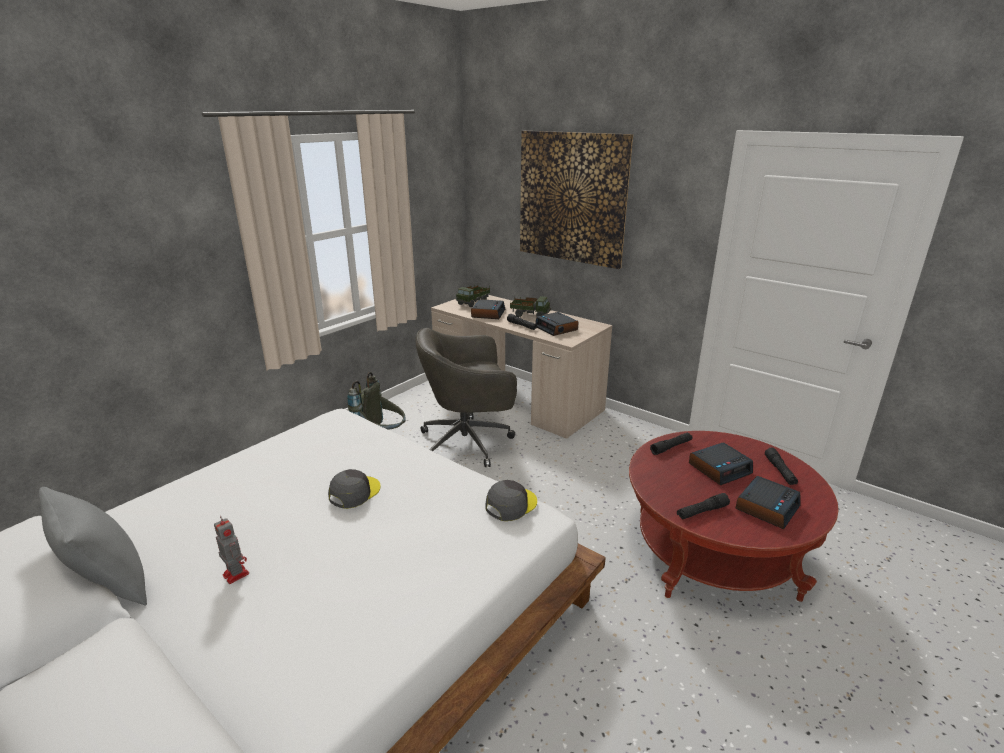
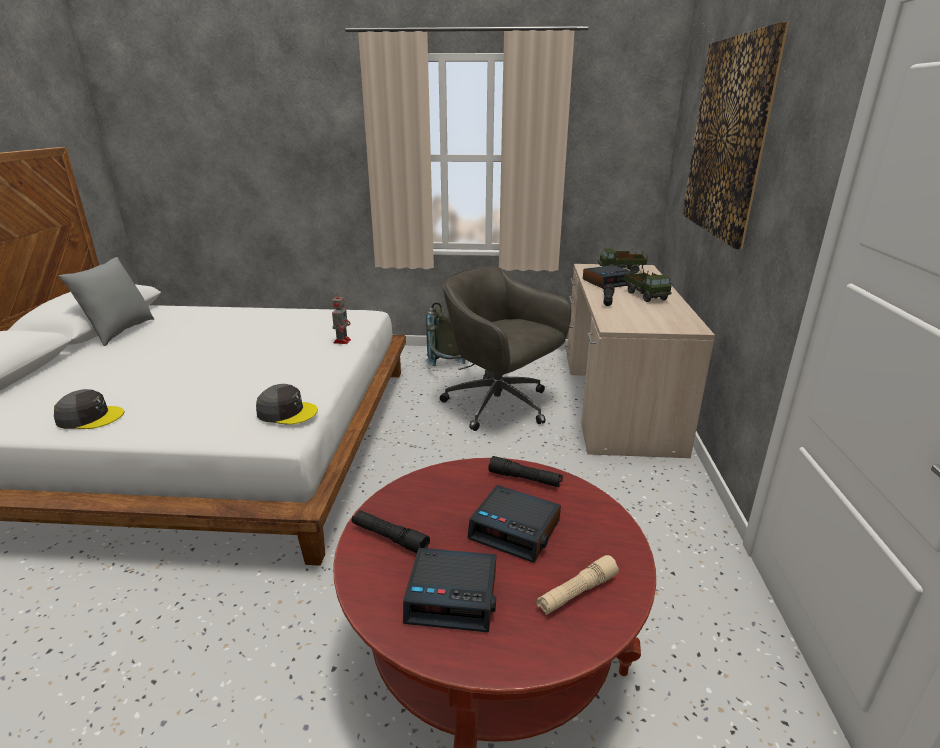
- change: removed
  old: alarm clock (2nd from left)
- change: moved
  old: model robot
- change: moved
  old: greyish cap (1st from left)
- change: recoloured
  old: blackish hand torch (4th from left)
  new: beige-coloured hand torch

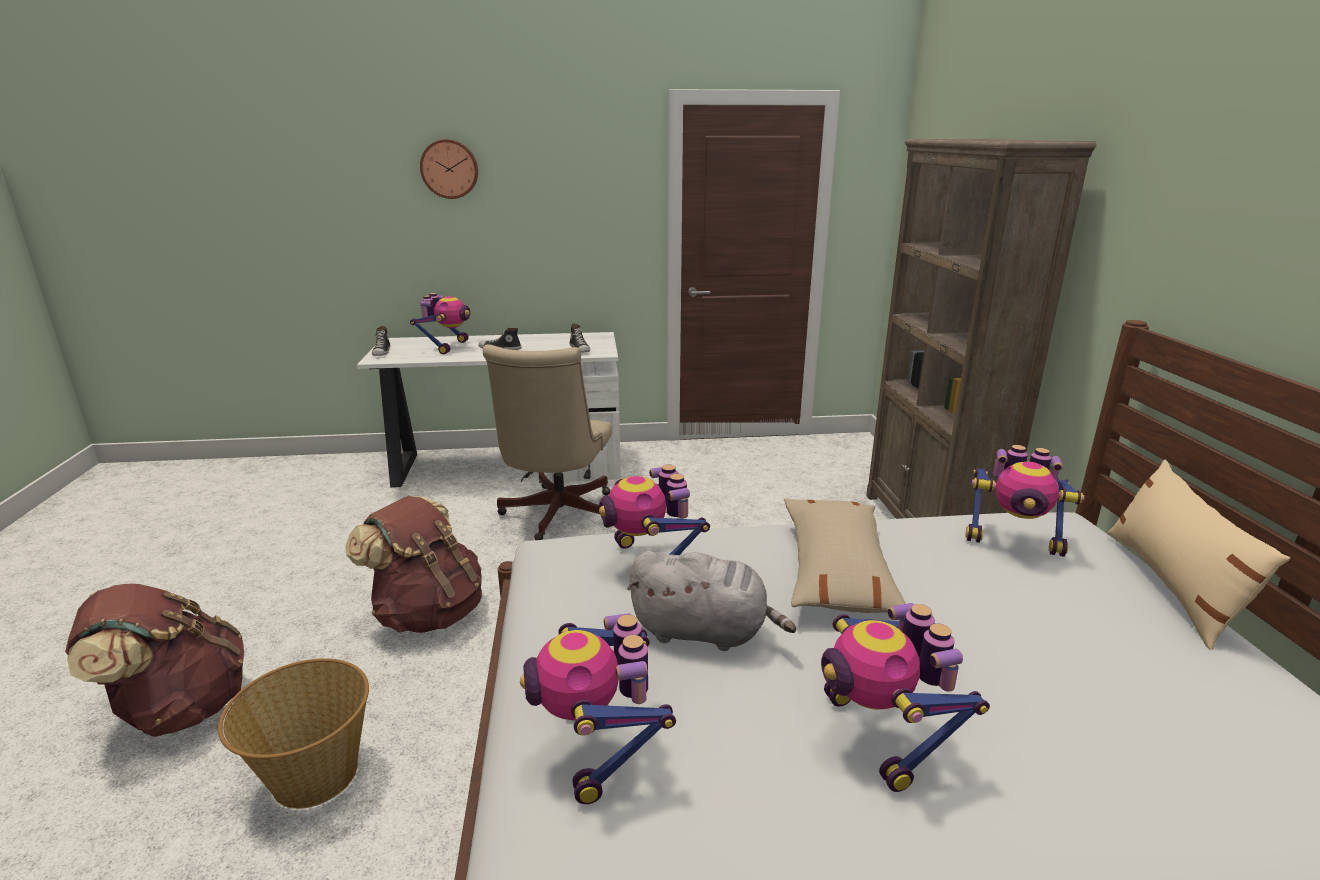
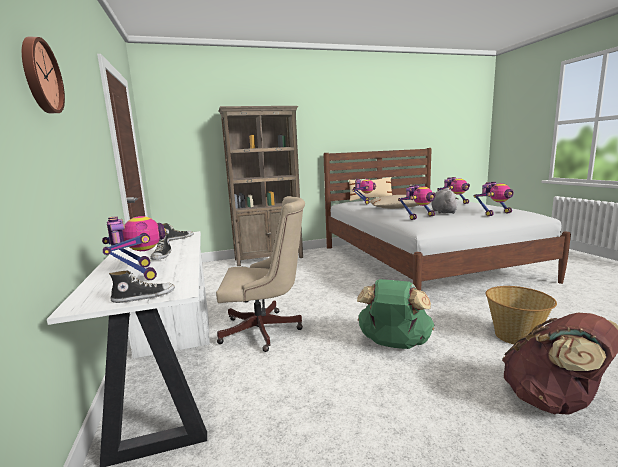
- change: recoloured
  old: brown-coloured knapsack (2nd from left)
  new: green knapsack
- change: turned
  old: model robot (1st from left)
  degrees: 60

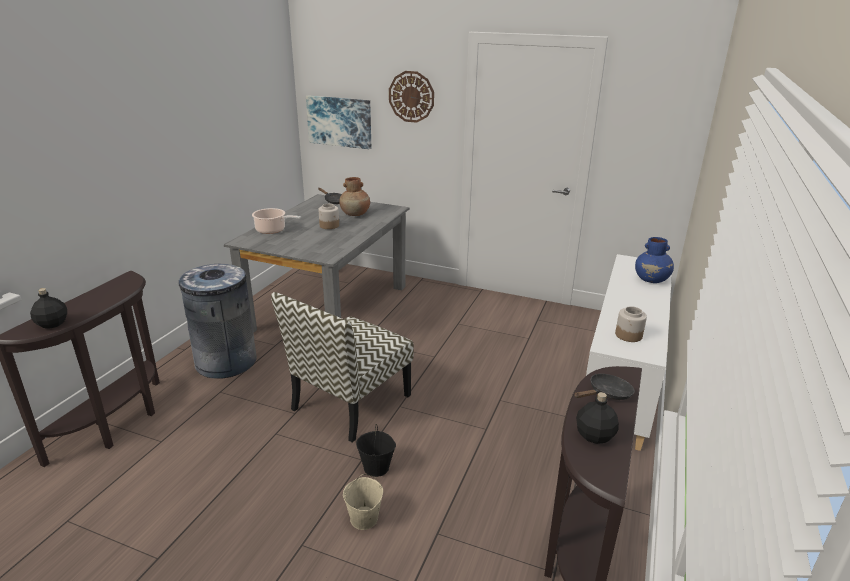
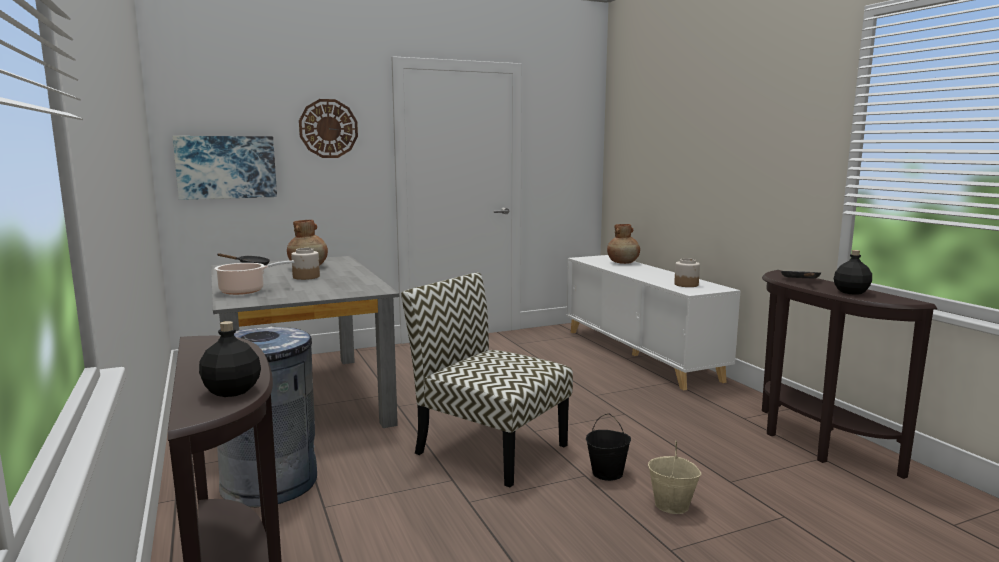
- change: recoloured
  old: blue-coloured vase
  new: brown-coloured vase (2nd from left)
- change: turned
  old: plain chair
  degrees: 135

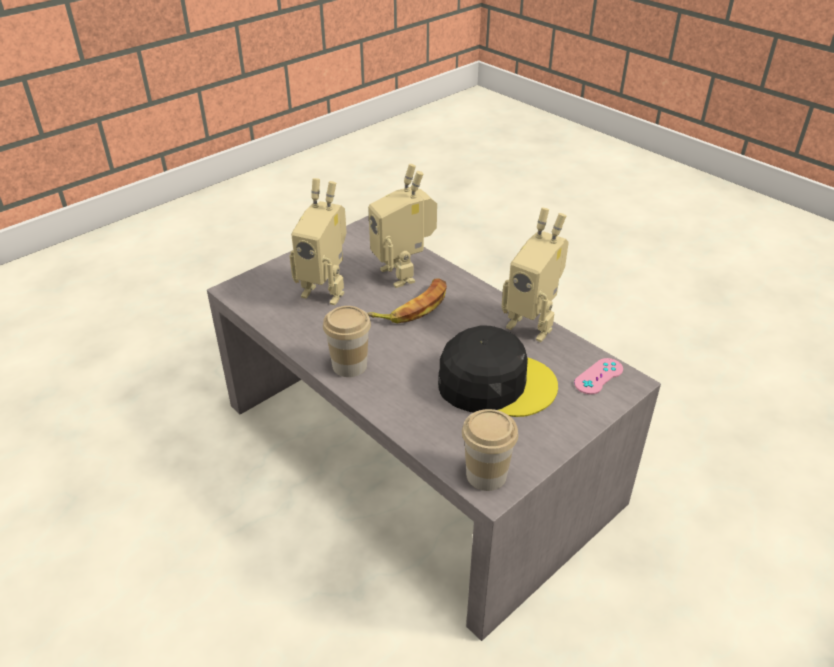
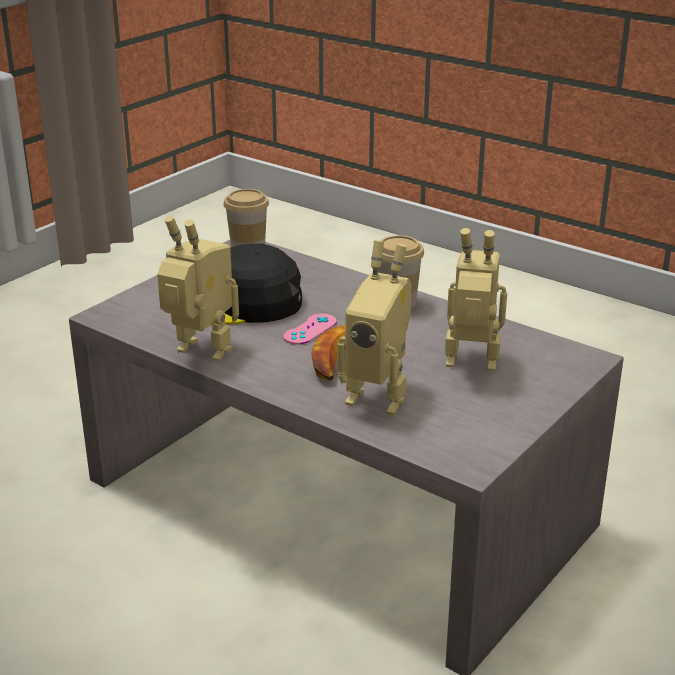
- change: moved
  old: pinkish joypad
- change: turned
  old: model robot (2nd from left)
  degrees: 150

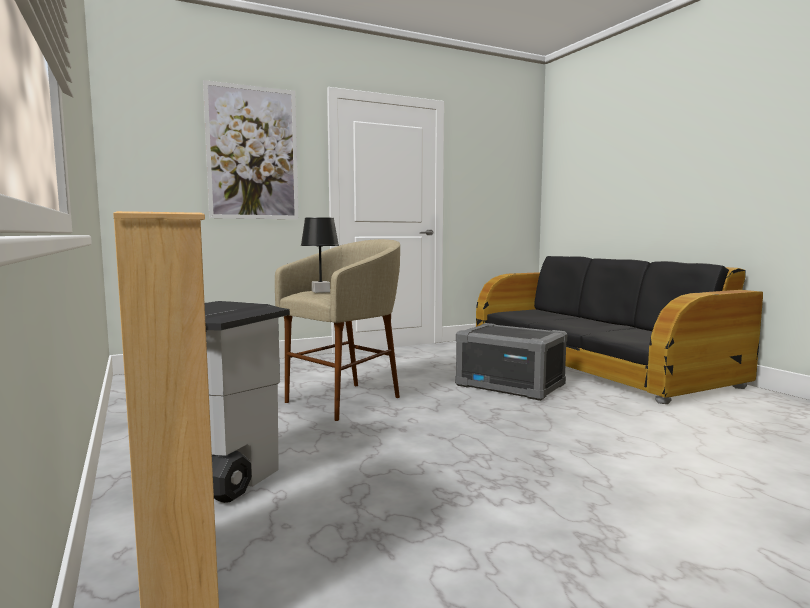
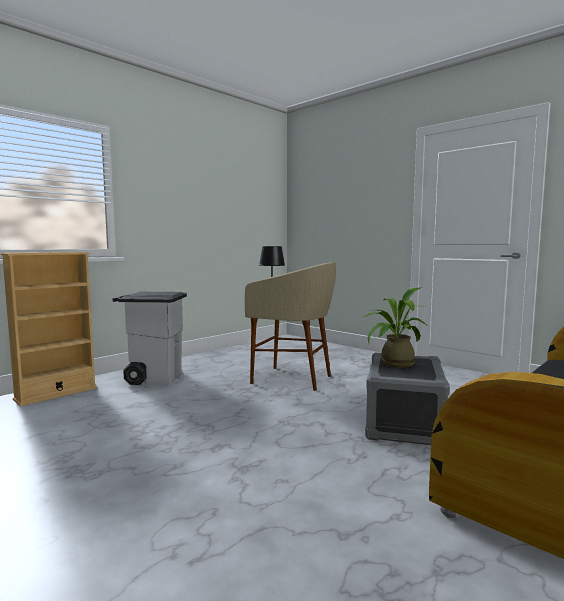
- change: removed
  old: wall picture
- change: added
  new: potted plant

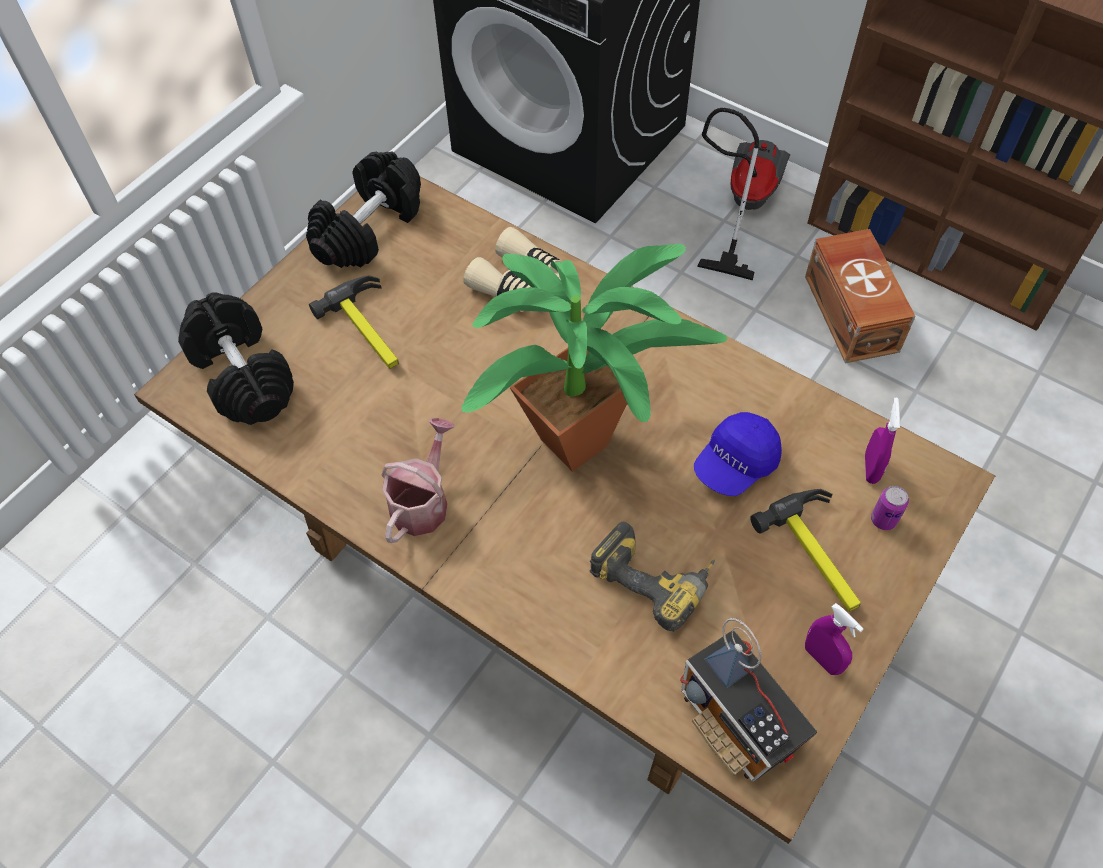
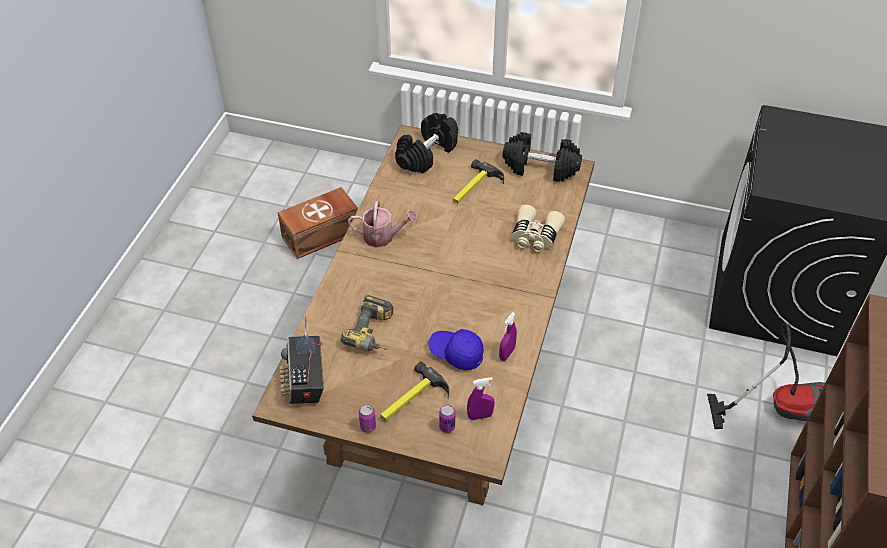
- change: removed
  old: potted plant
- change: added
  new: sealed can (1st from left)
- change: moved
  old: brown-coloured storage bin
- change: moved
  old: purplish hand sprayer (1st from left in the first image)
  new: purplish hand sprayer (2nd from left)
- change: turned
  old: radio set
  degrees: -45

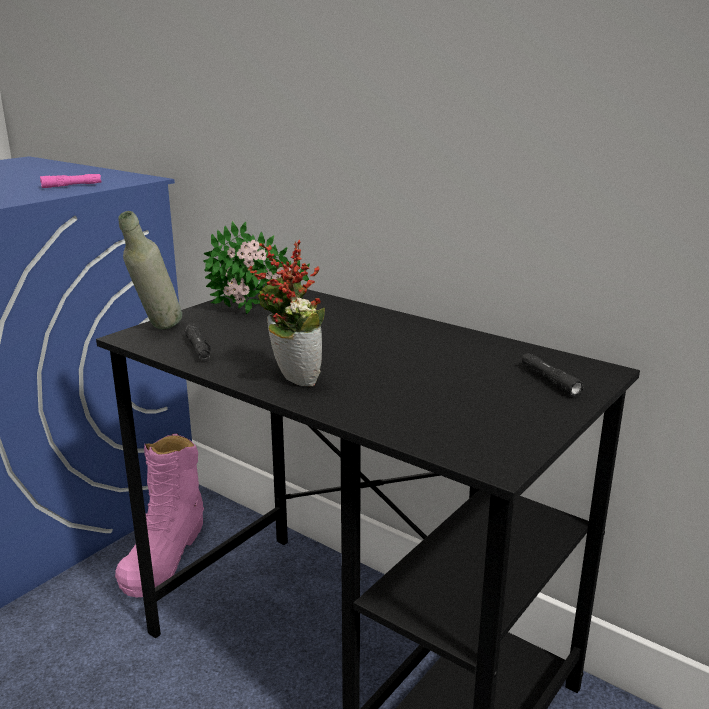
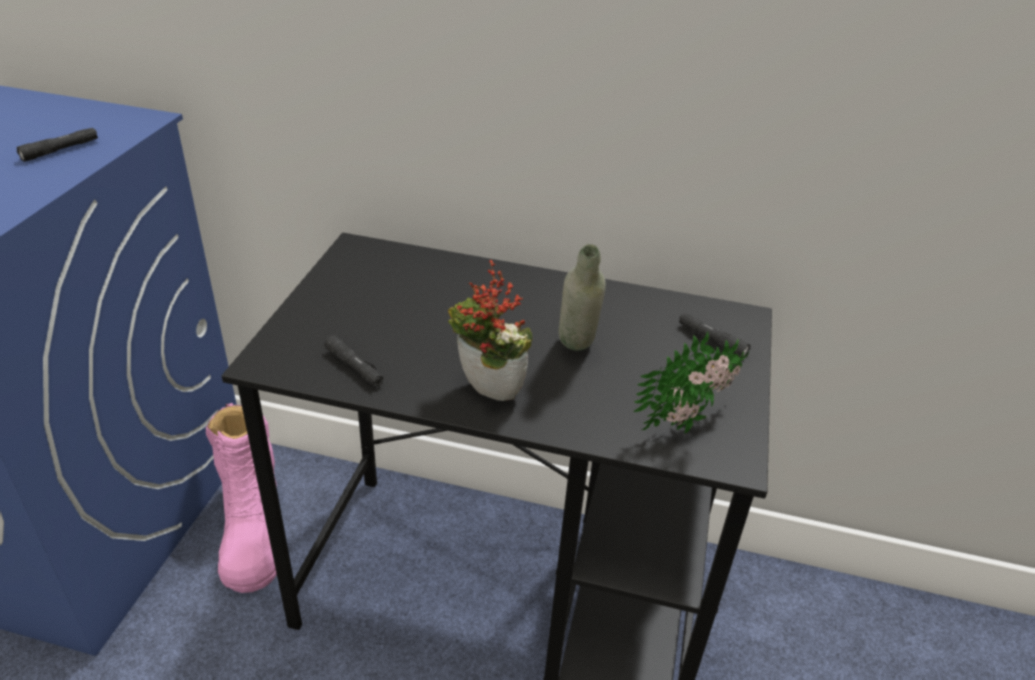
- change: moved
  old: greyish bottle
- change: moved
  old: potted plant (1st from left in the first image)
  new: potted plant (2nd from left)
- change: recoloured
  old: pinkish hand torch
  new: blackish hand torch (1st from left)

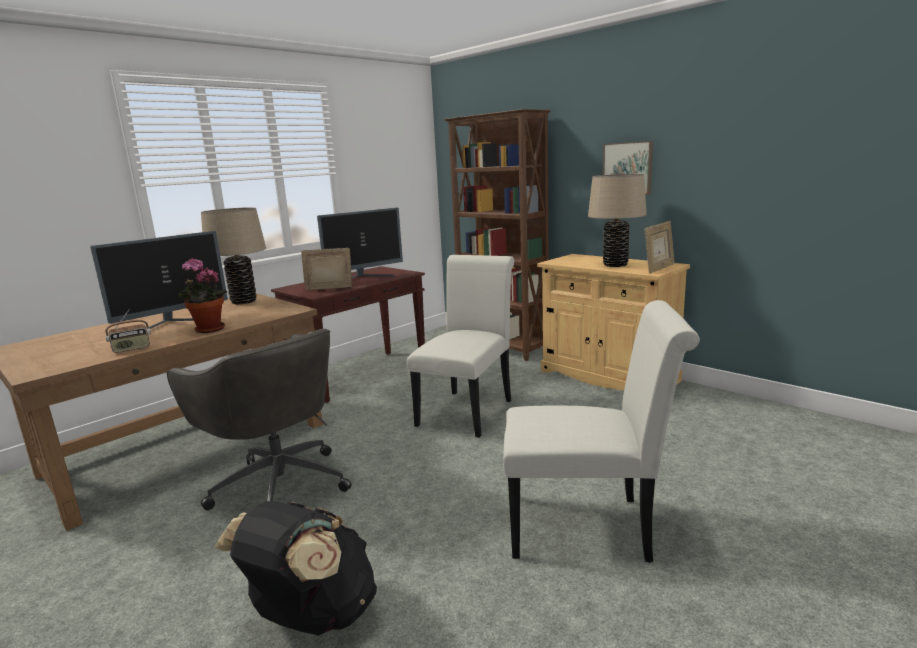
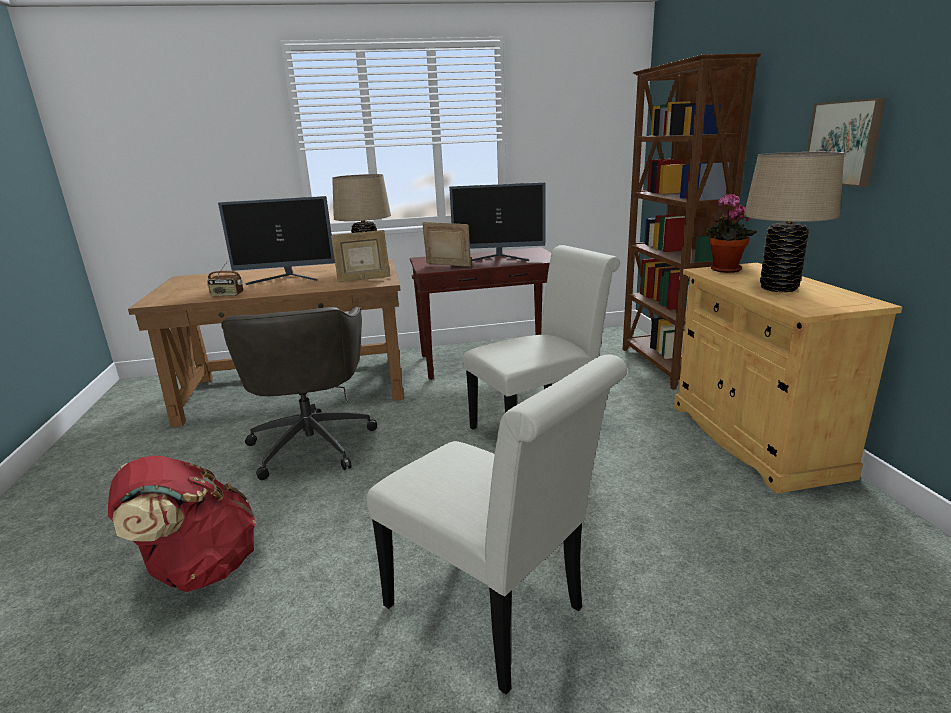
- change: moved
  old: potted plant
- change: moved
  old: photo frame (2nd from left in the first image)
  new: photo frame (1st from left)
- change: recoloured
  old: blackish knapsack
  new: red-coloured knapsack

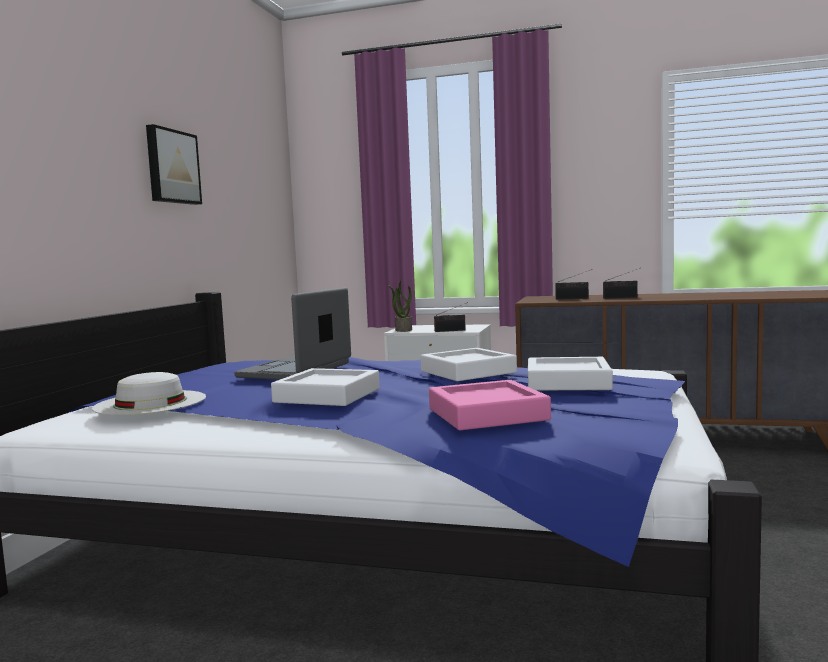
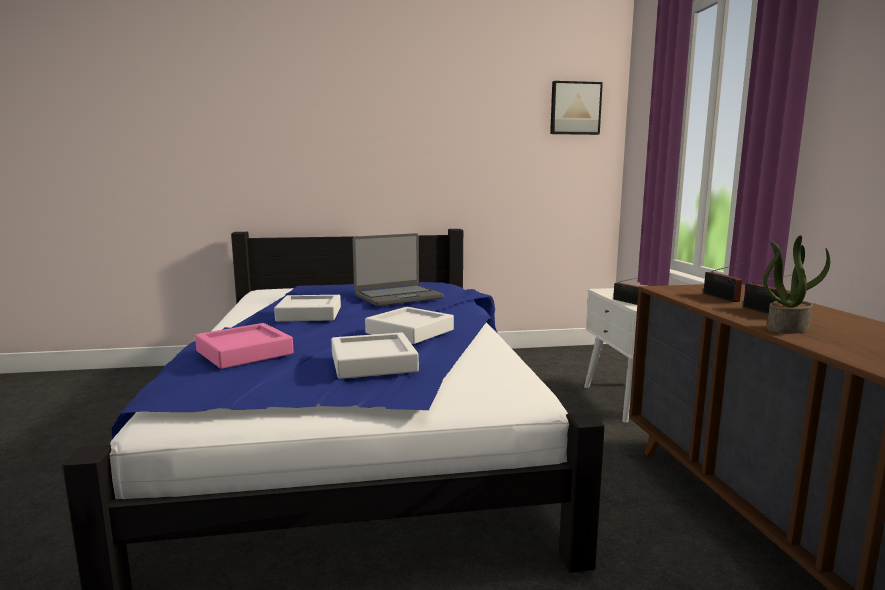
- change: removed
  old: white clothing hat
- change: moved
  old: wall picture
- change: moved
  old: potted plant
- change: turned
  old: laptop
  degrees: 150

